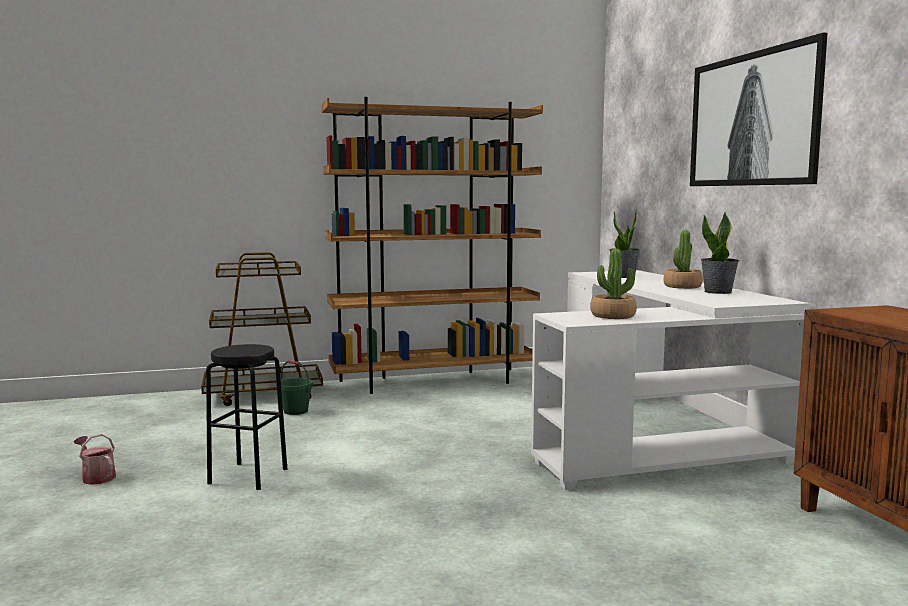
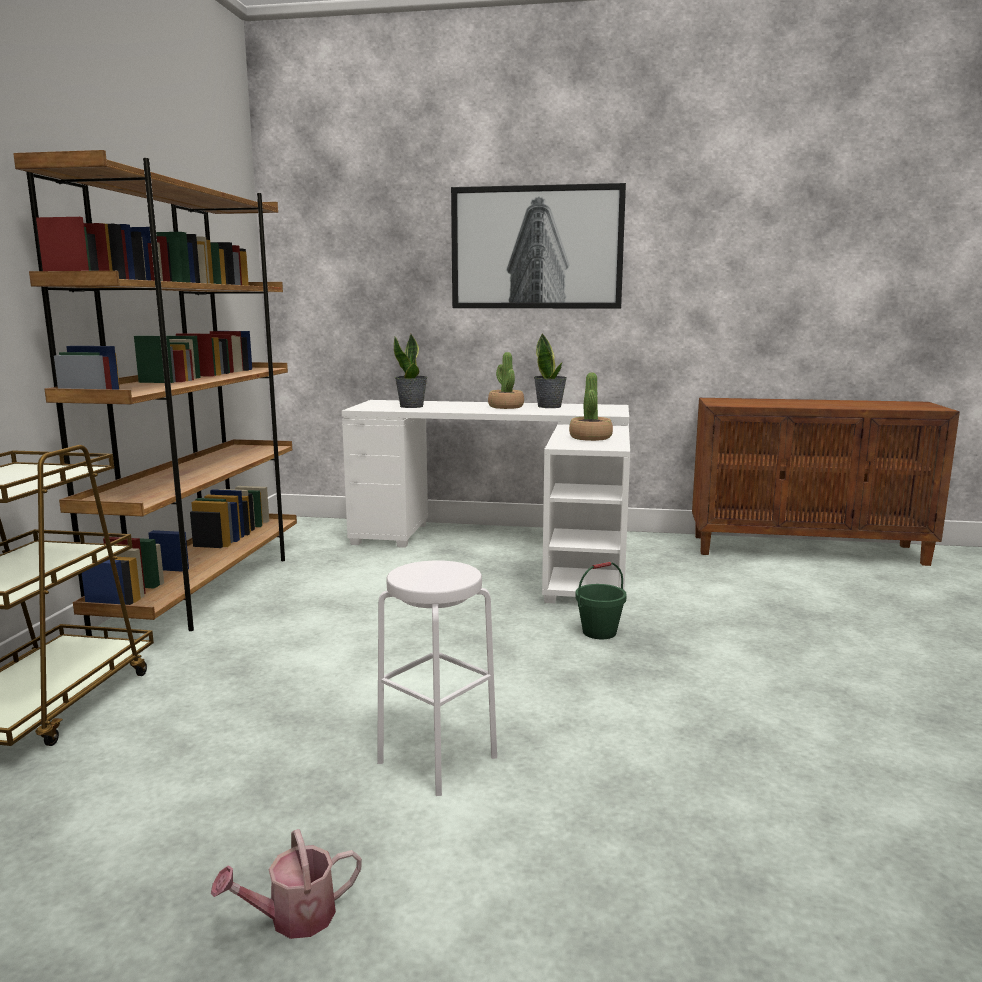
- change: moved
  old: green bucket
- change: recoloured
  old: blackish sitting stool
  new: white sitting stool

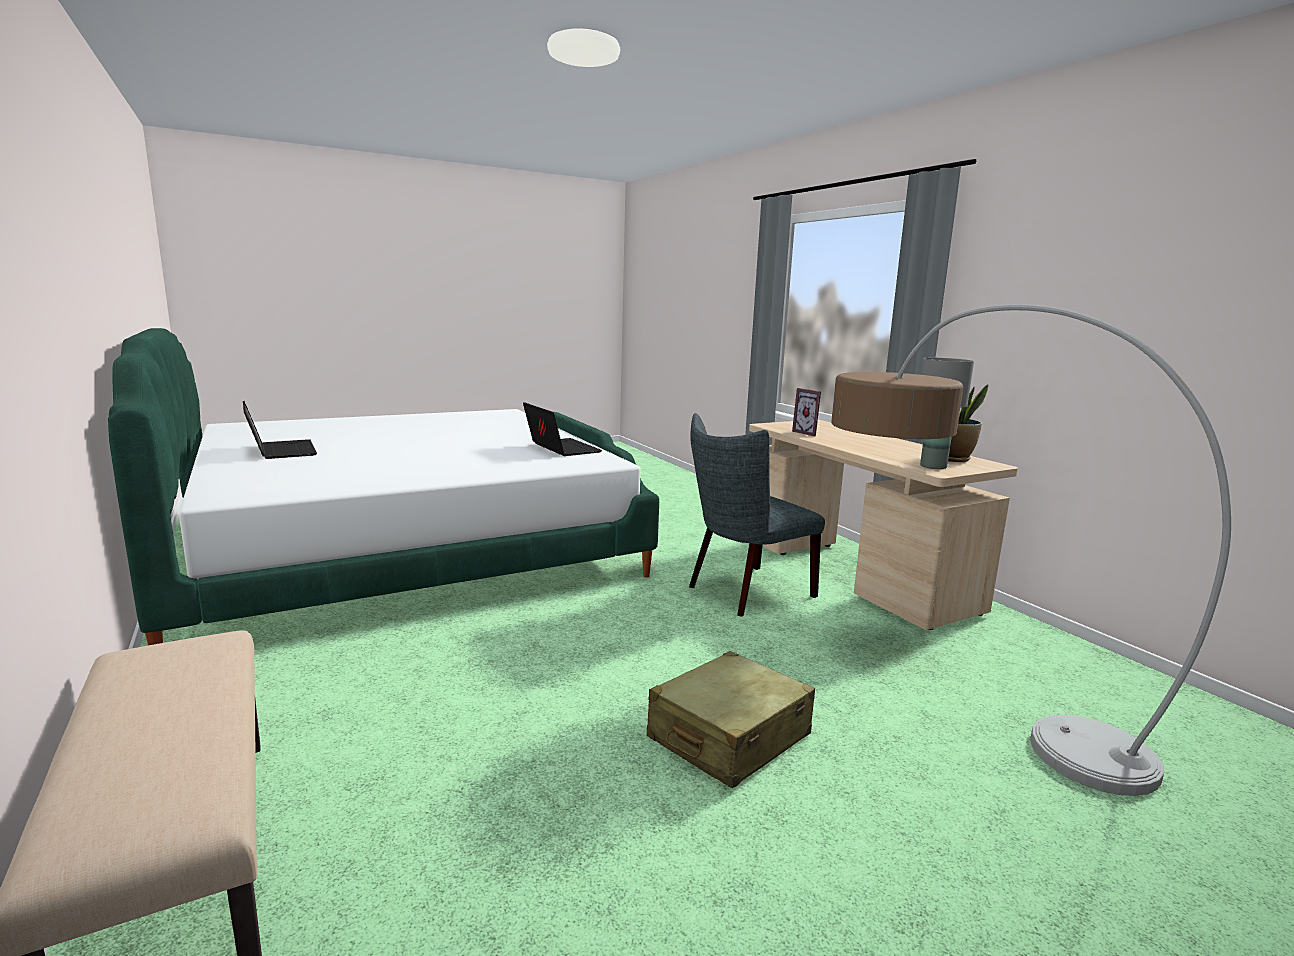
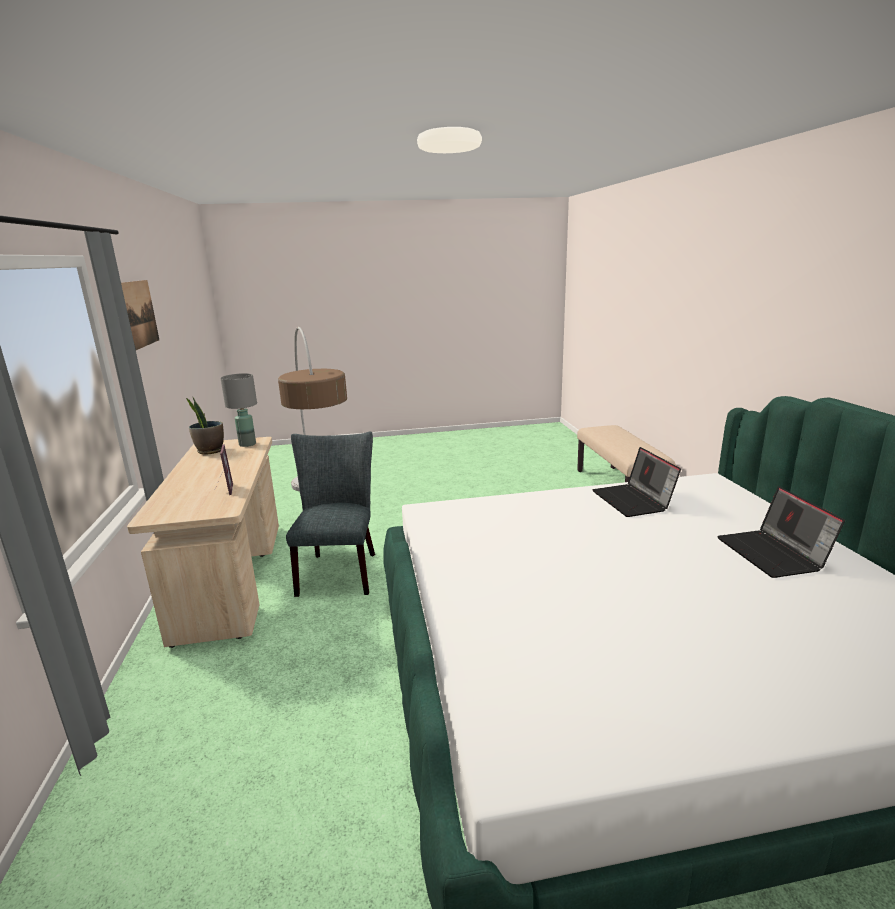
- change: removed
  old: beige-coloured suitcase
- change: added
  new: wall picture
- change: moved
  old: laptop (2nd from left in the first image)
  new: laptop (1st from left)
- change: turned
  old: greyish plain chair
  degrees: -75

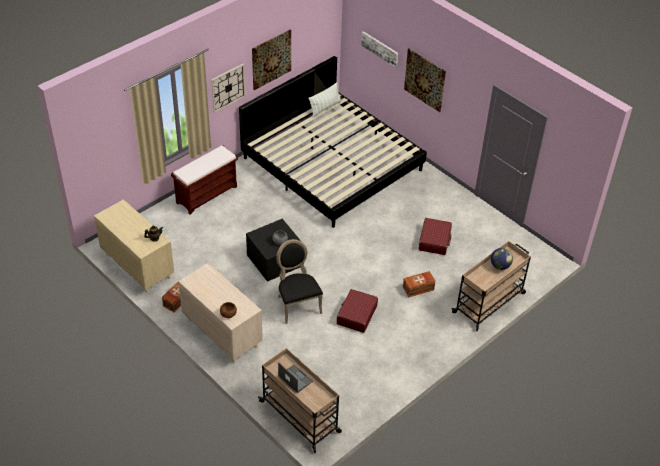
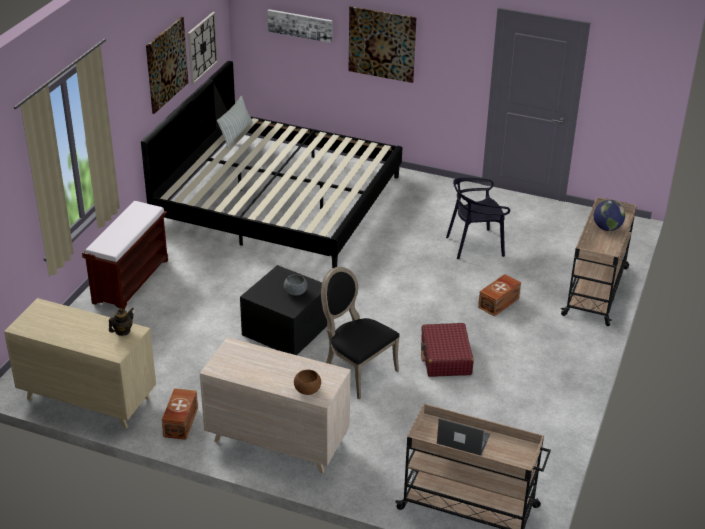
- change: moved
  old: wall clock
- change: replaced
  old: red-coloured suitcase (2nd from left)
  new: blackish plain chair (2nd from left)

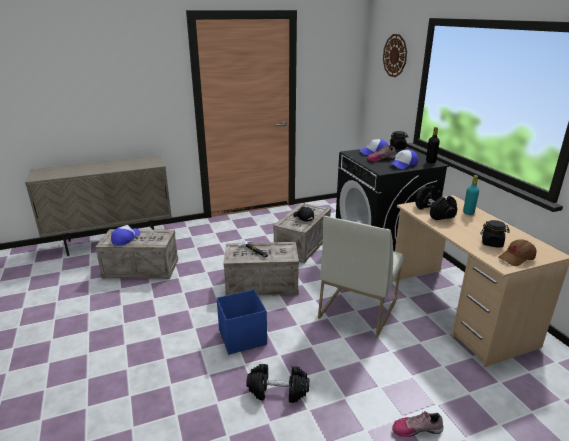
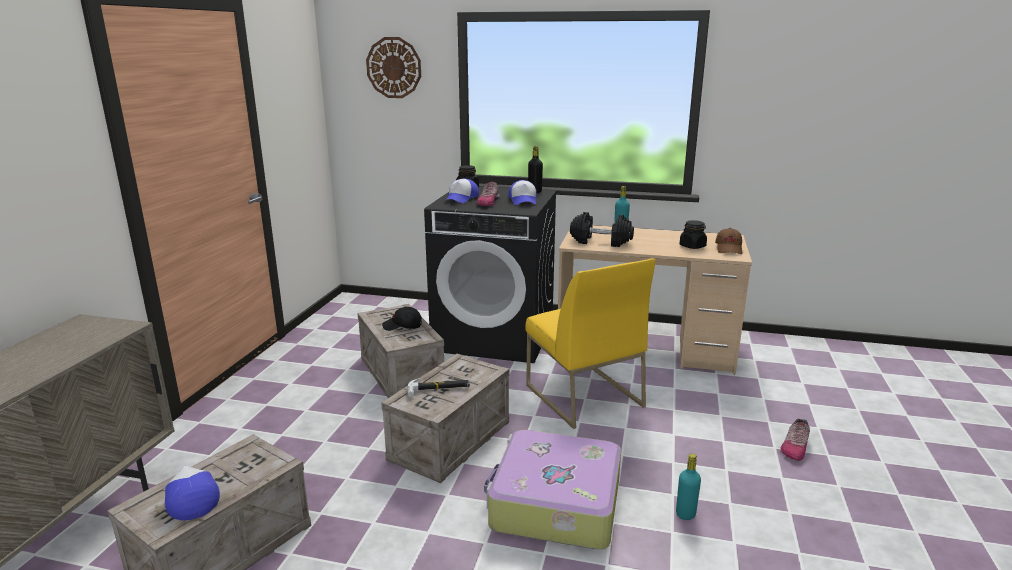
- change: replaced
  old: blue-coloured storage bin
  new: suitcase
- change: replaced
  old: blackish free weight (1st from left)
  new: turquoise bottle (2nd from left)
- change: recoloured
  old: white plain chair
  new: yellowish plain chair

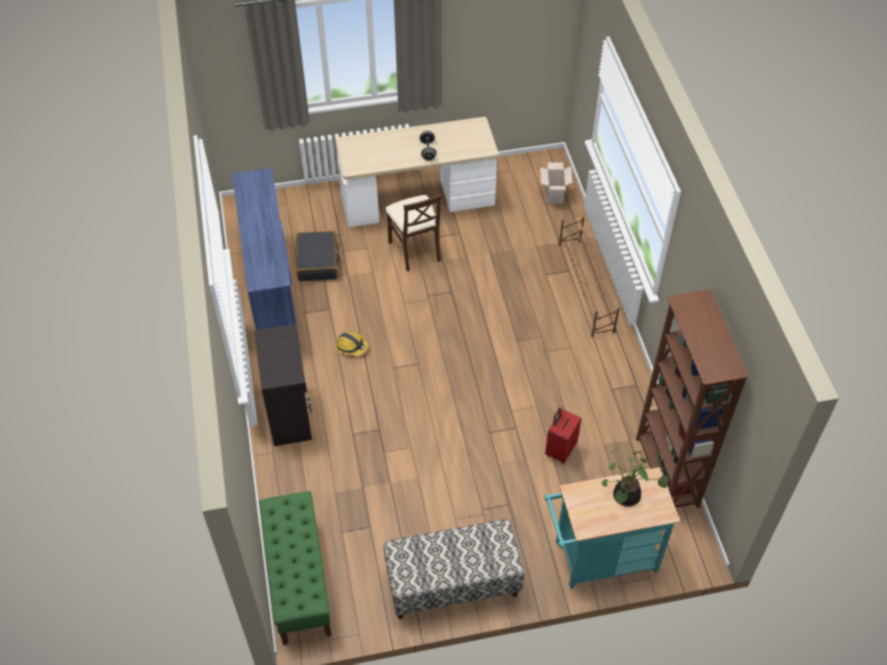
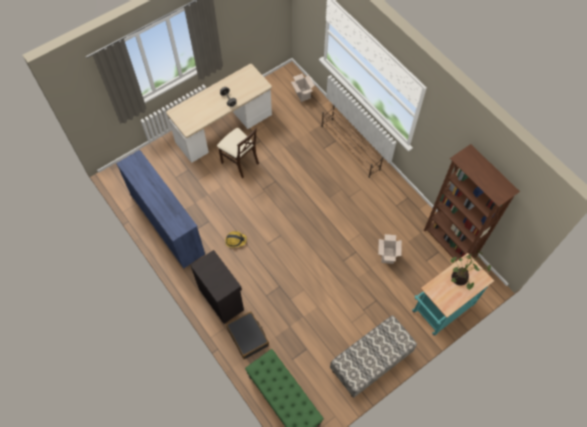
- change: moved
  old: blackish suitcase
- change: replaced
  old: red-coloured suitcase
  new: carton (2nd from left)

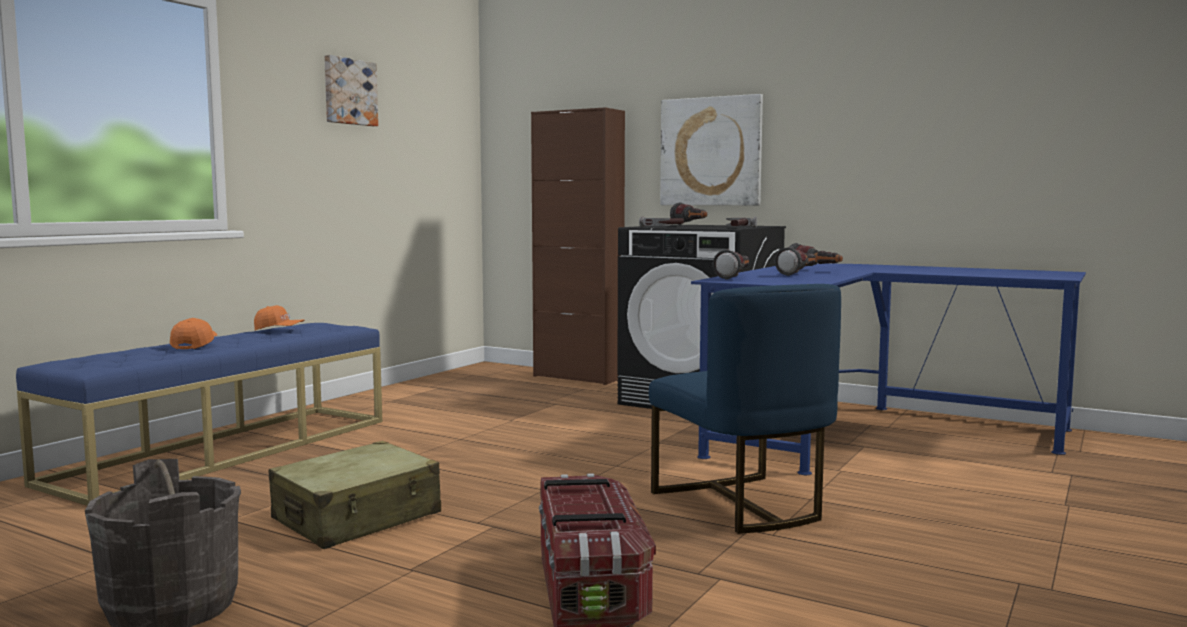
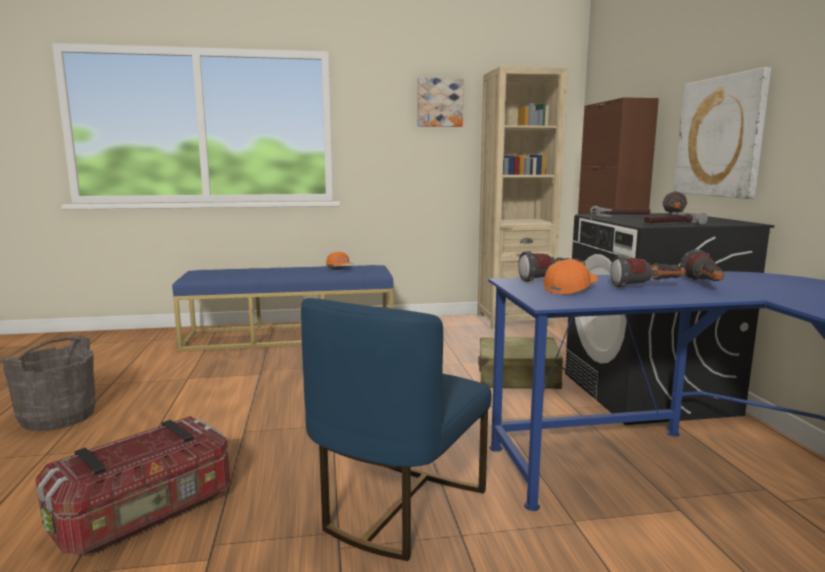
- change: added
  new: beige-coloured bookcase
- change: moved
  old: orange-coloured cap (1st from left in the first image)
  new: orange-coloured cap (2nd from left)
- change: moved
  old: beige-coloured suitcase

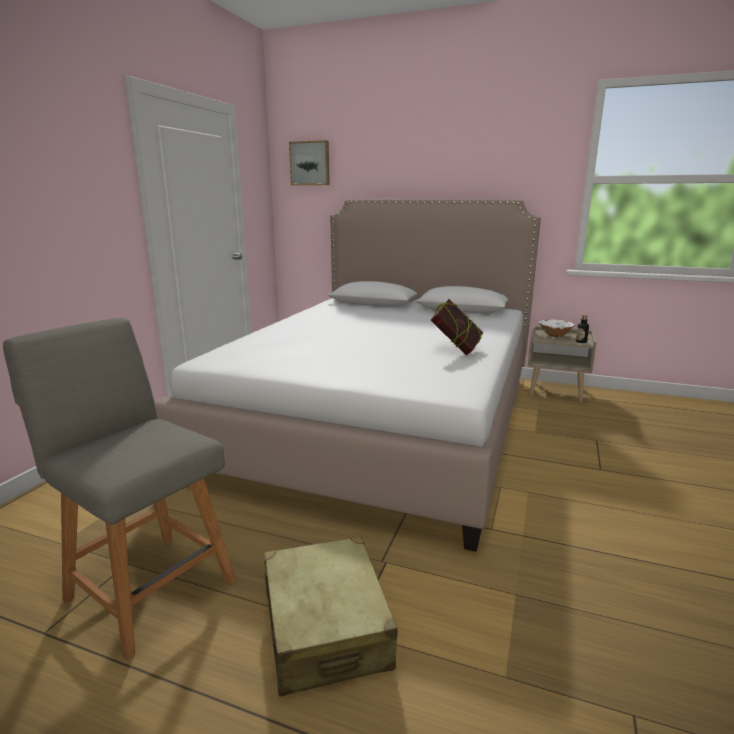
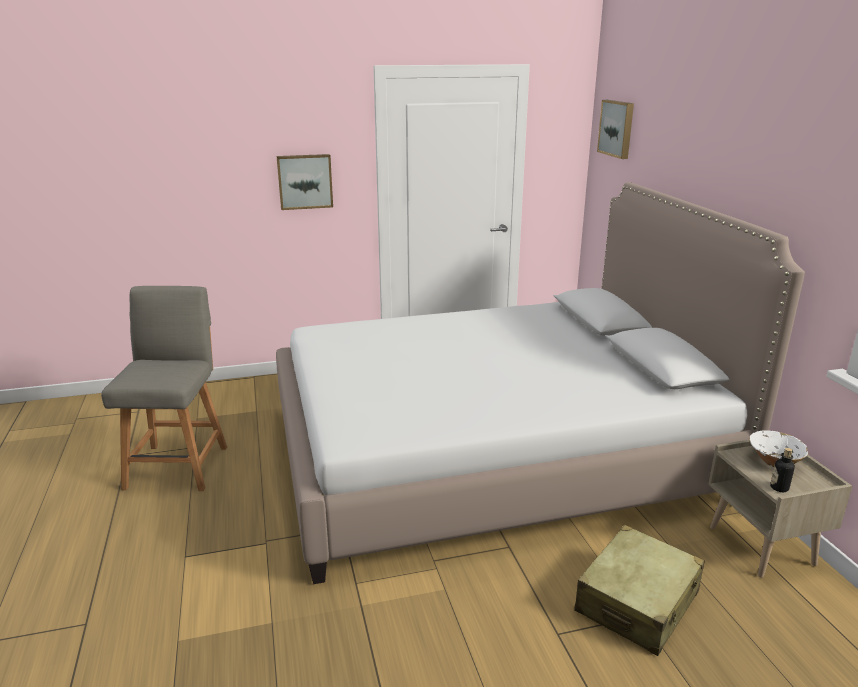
- change: removed
  old: bound book
- change: added
  new: wall picture (1st from left)
- change: moved
  old: beige-coloured suitcase

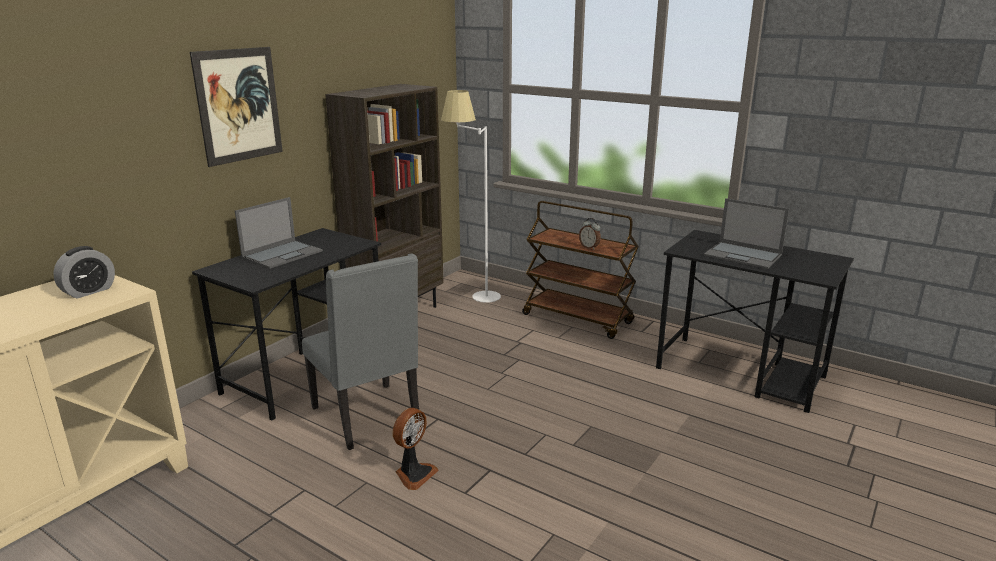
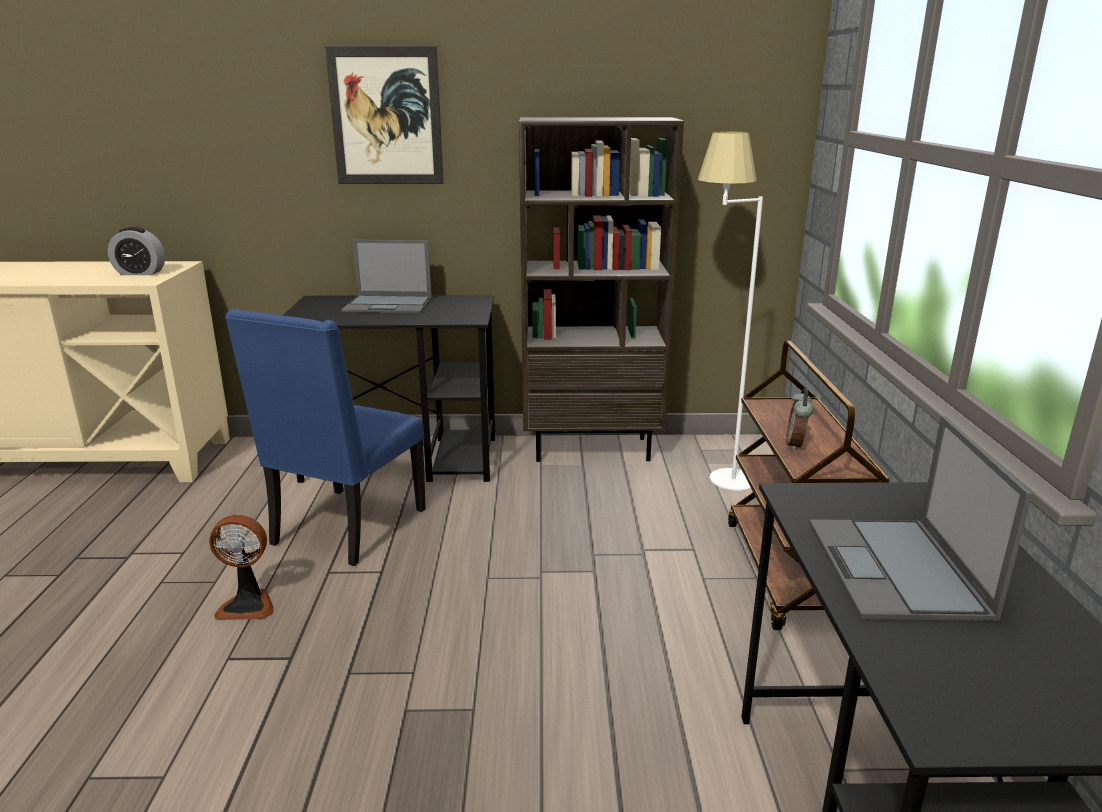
- change: recoloured
  old: greyish plain chair
  new: blue-coloured plain chair

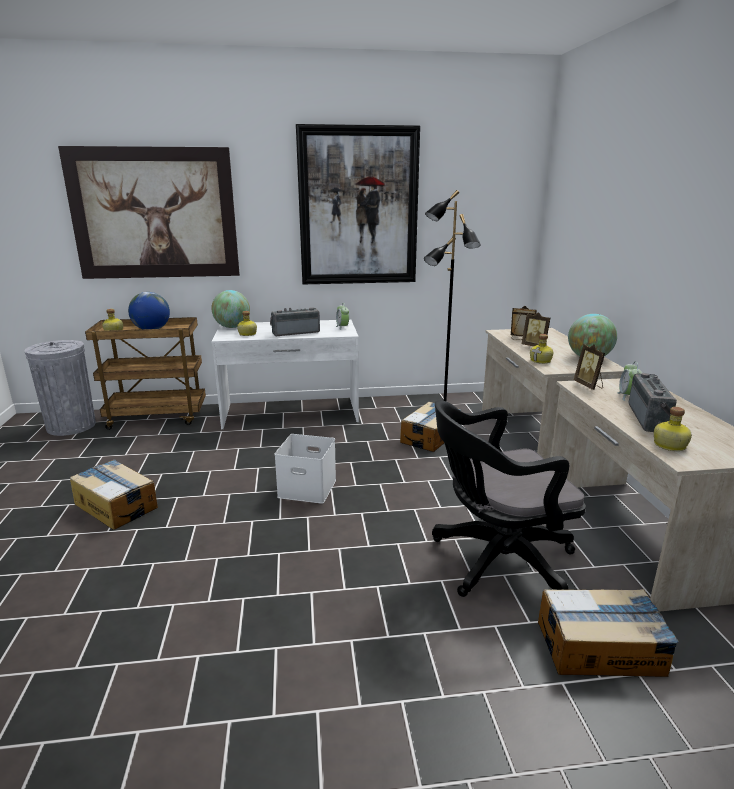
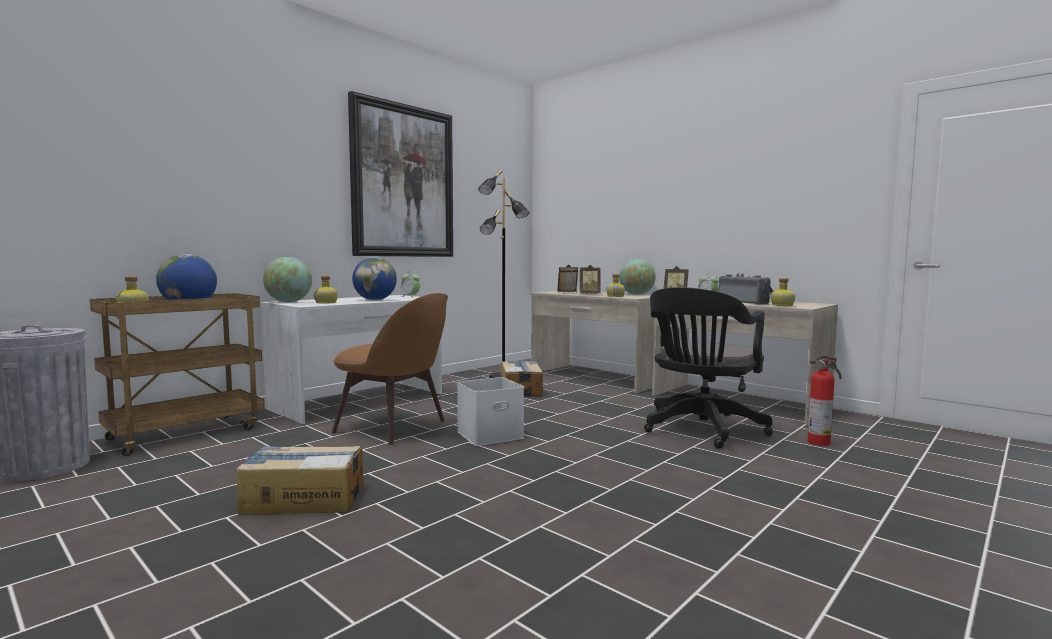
- change: removed
  old: wall picture (1st from left)
- change: added
  new: brown-coloured plain chair
- change: replaced
  old: radio set (1st from left)
  new: globe (3rd from left)
- change: replaced
  old: carton (3rd from left)
  new: fire-fighting cylinder

